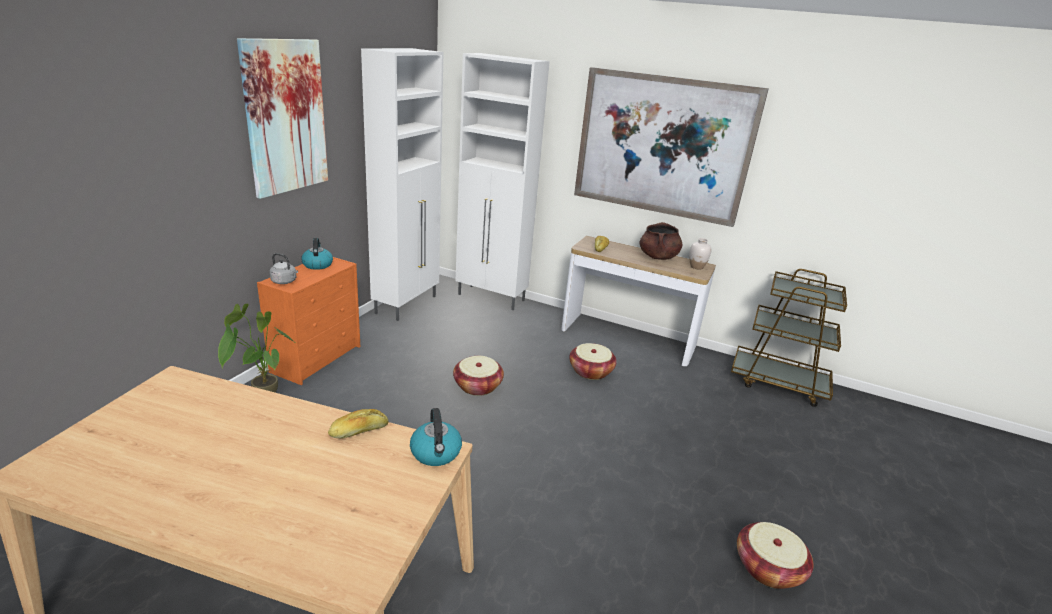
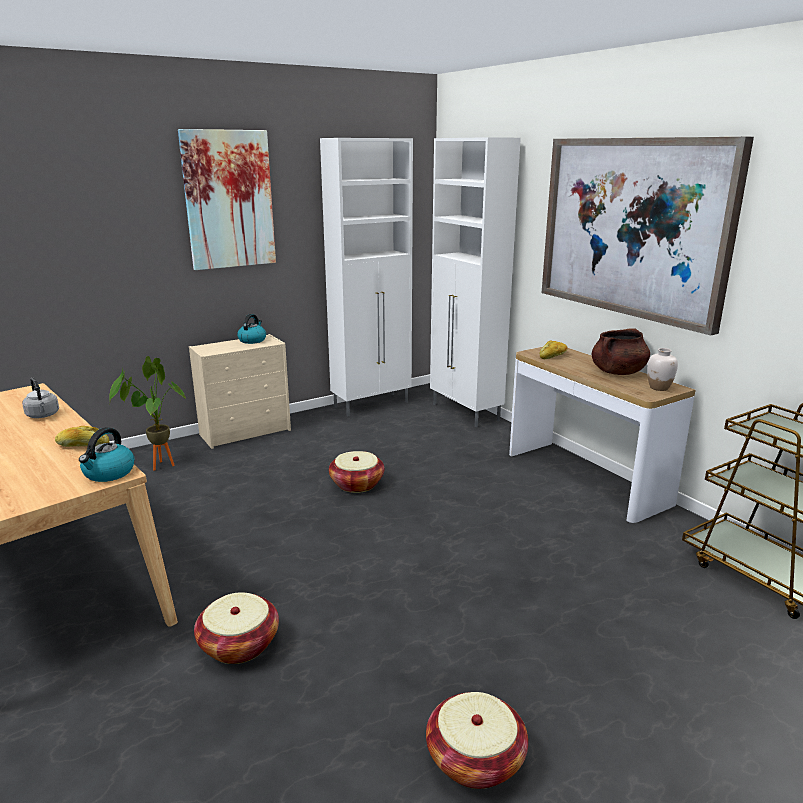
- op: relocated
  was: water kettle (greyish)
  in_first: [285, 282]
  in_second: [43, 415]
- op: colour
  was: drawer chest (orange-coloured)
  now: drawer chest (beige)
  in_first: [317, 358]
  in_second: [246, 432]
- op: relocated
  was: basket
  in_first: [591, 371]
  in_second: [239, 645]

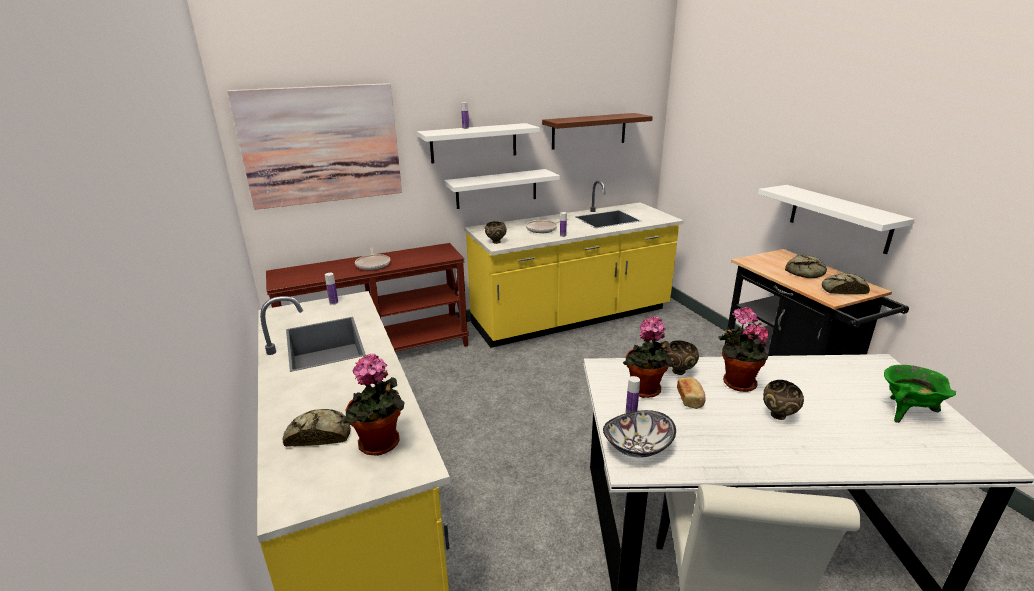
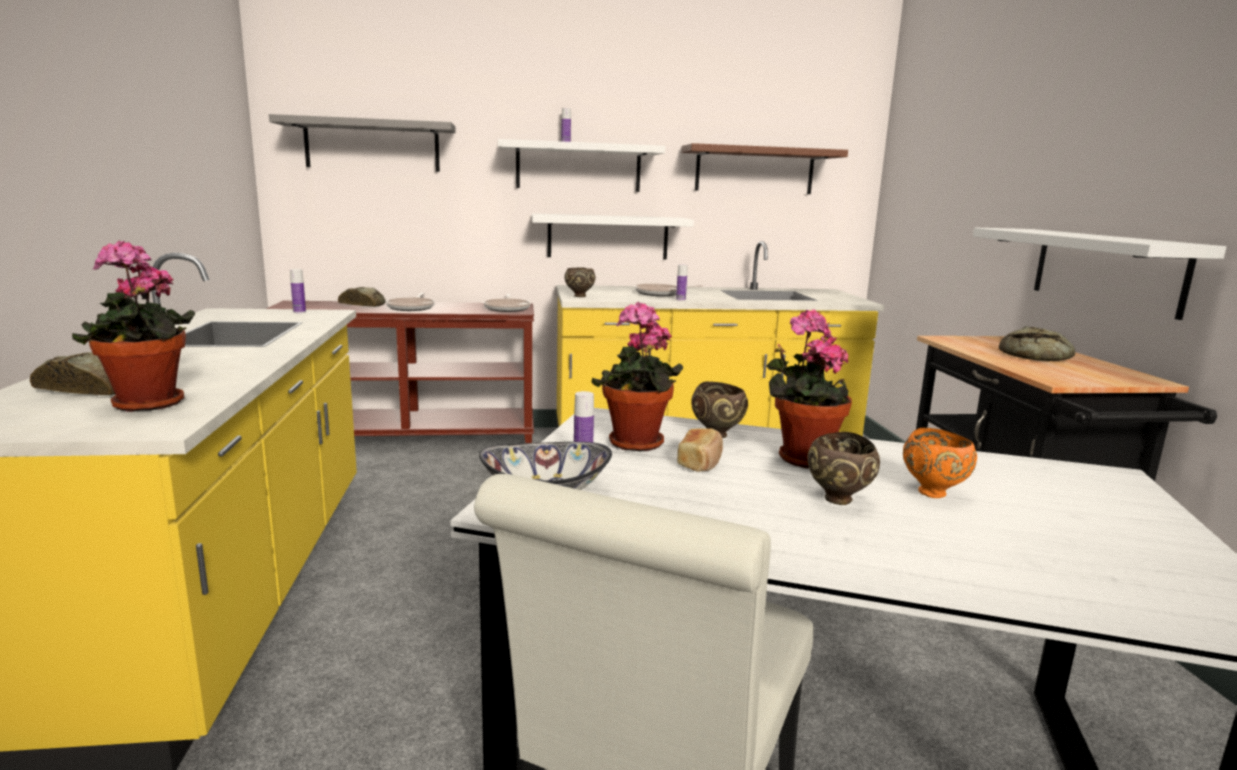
- op: exchanged
  was: picture
  now: wall shelf (greyish)
  in_first: [322, 145]
  in_second: [372, 146]
- op: relocated
  was: bread
  in_first: [842, 290]
  in_second: [363, 304]
- op: appeared
  now: frying pan
  in_second: [507, 308]
- op: appeared
  now: bowl (orange-coloured)
  in_second: [934, 493]
- op: missing
  was: saucepot (greenish)
  in_first: [906, 412]

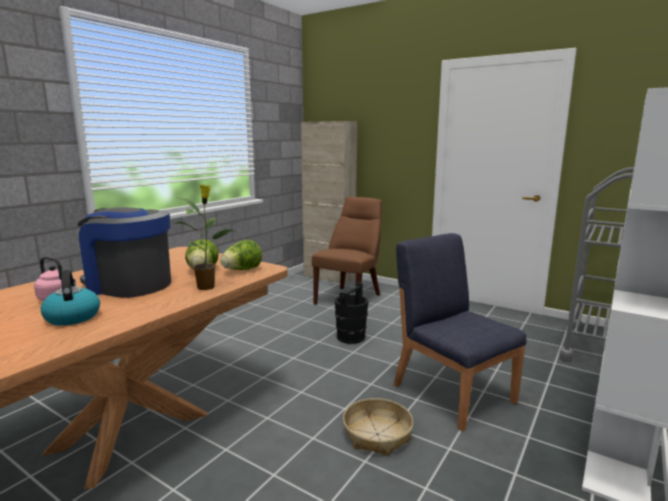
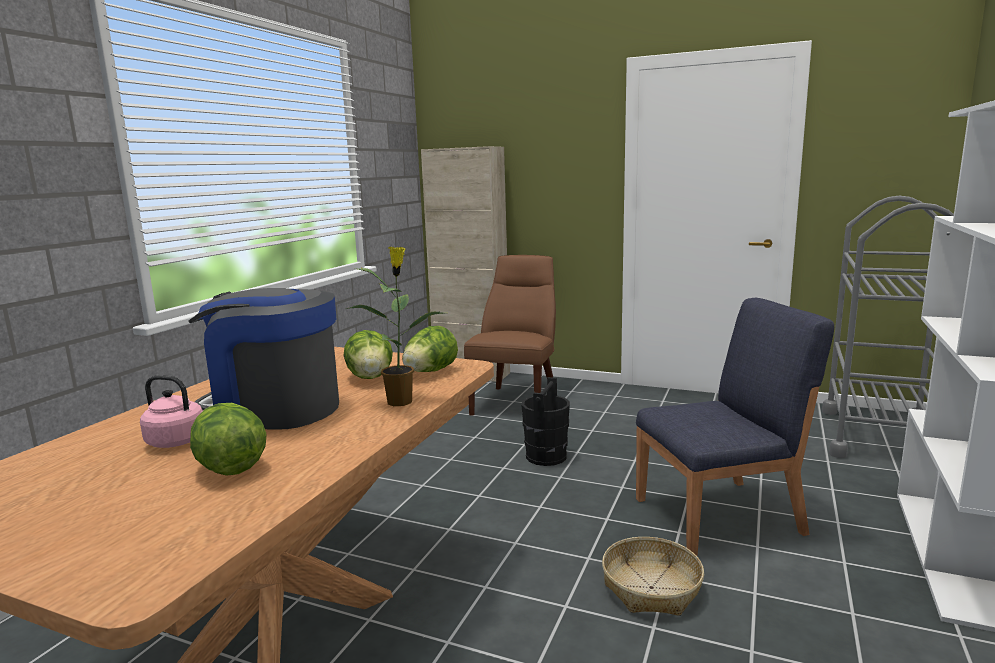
- op: exchanged
  was: water kettle
  now: lettuce head
  in_first: [72, 317]
  in_second: [230, 467]
- op: spun
  was: upright chair (blue-coloured)
  in_first: [452, 392]
  in_second: [720, 516]
  clockwise: 120

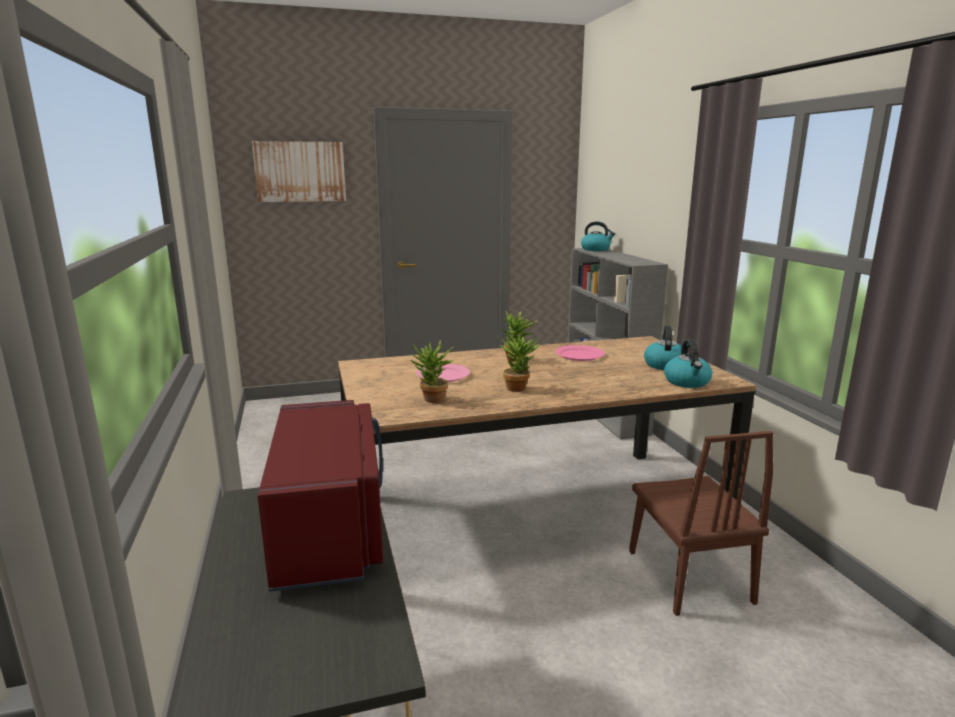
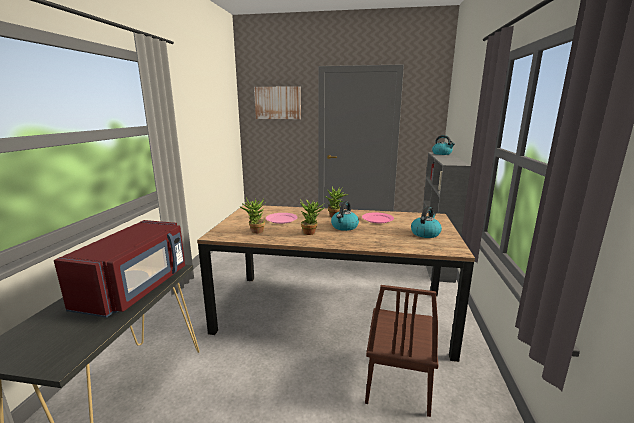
- op: relocated
  was: water kettle
  in_first: [687, 382]
  in_second: [344, 227]

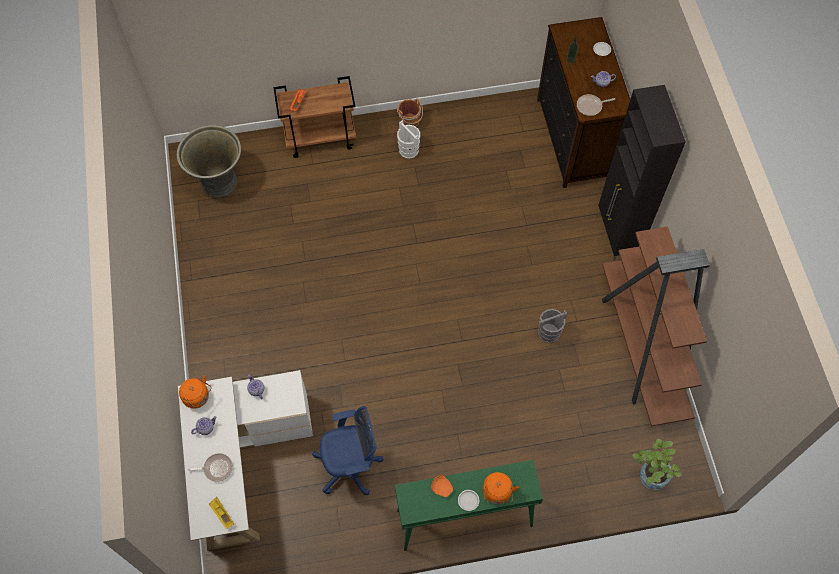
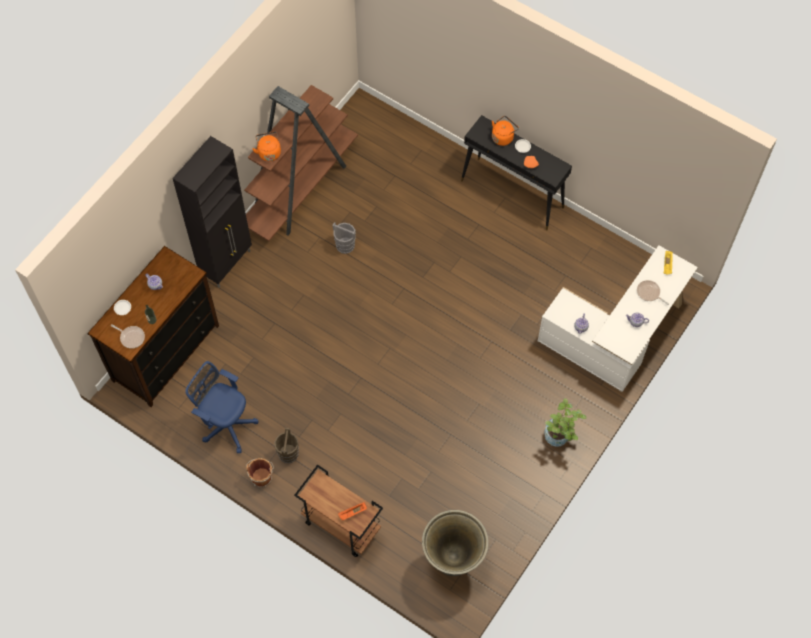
- op: relocated
  was: frying pan
  in_first: [590, 106]
  in_second: [131, 337]
- op: relocated
  was: computer chair (blue-coloured)
  in_first: [351, 467]
  in_second: [226, 423]
- op: relocated
  was: water kettle (orange-coloured)
  in_first: [198, 398]
  in_second: [269, 152]
- op: colour
  was: bucket (whitish)
  now: bucket (brown)
  in_first: [408, 150]
  in_second: [288, 453]
- op: colour
  was: console table (greenish)
  now: console table (black-coloured)
  in_first: [463, 518]
  in_second: [512, 194]
- op: relocated
  was: plant in a pot
  in_first: [649, 476]
  in_second: [559, 438]

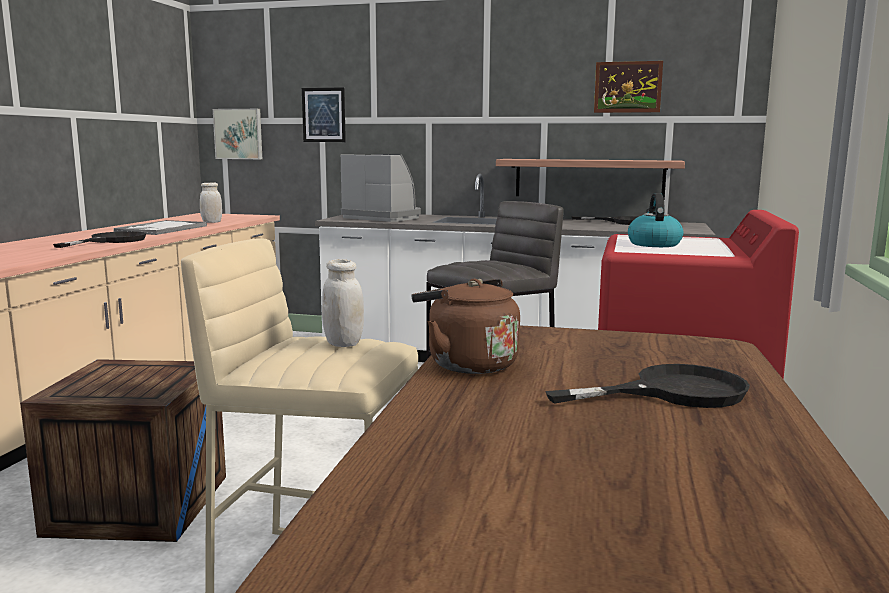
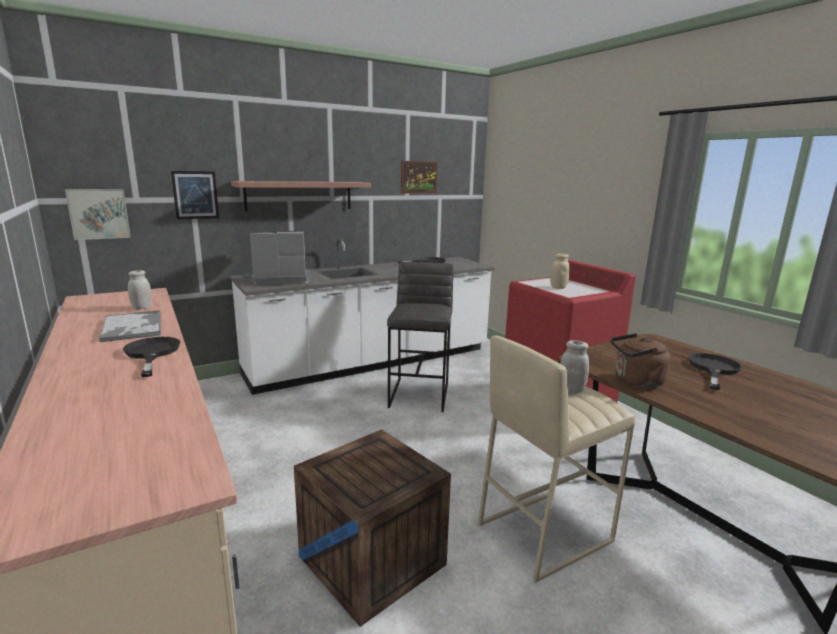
- op: relocated
  was: wall shelf
  in_first: [589, 178]
  in_second: [299, 195]
- op: exchanged
  was: water kettle
  now: storage jar (beige)
  in_first: [653, 244]
  in_second: [558, 287]

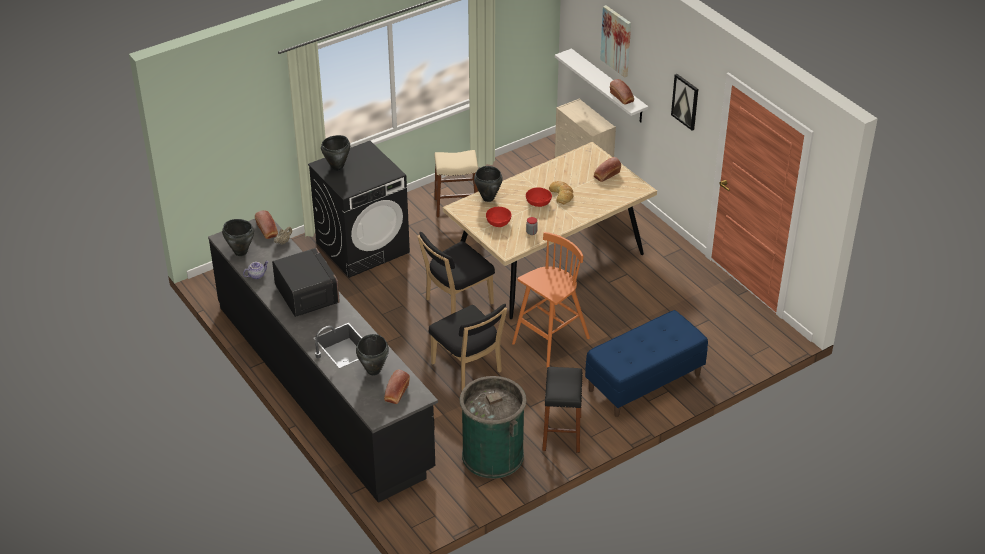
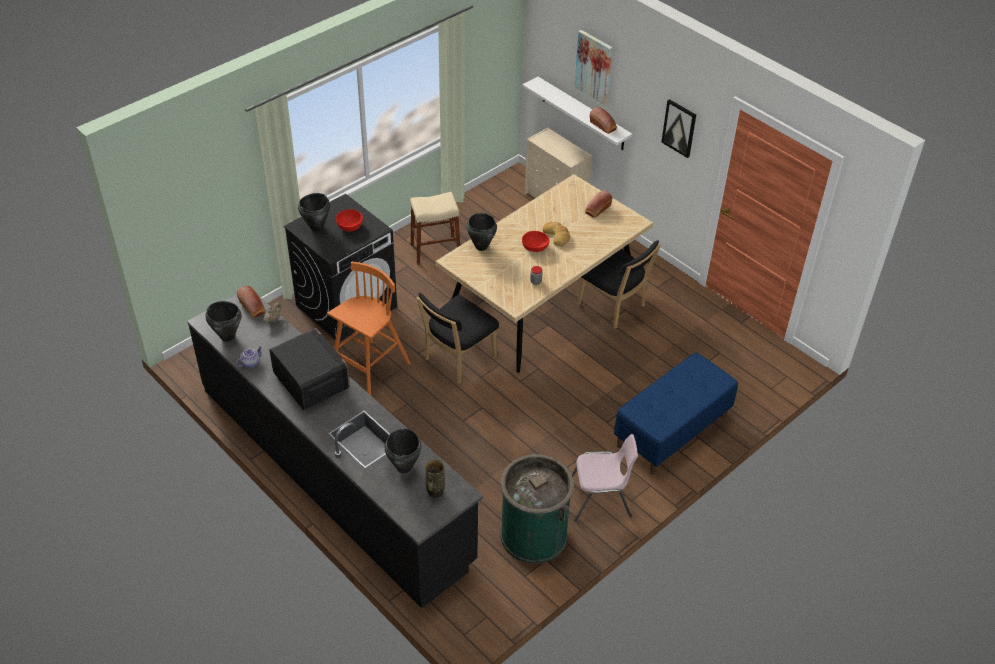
- op: relocated
  was: stool (orange-coloured)
  in_first: [549, 342]
  in_second: [369, 371]
- op: relocated
  was: bowl (red)
  in_first: [498, 222]
  in_second: [350, 226]
- op: exchanged
  was: bread
  now: vase
  in_first: [396, 393]
  in_second: [435, 492]
- op: exchanged
  was: stool (black-coloured)
  now: upright chair (pink)
  in_first: [562, 433]
  in_second: [600, 500]
- op: relocated
  was: upright chair (black-coloured)
  in_first: [468, 369]
  in_second: [613, 307]

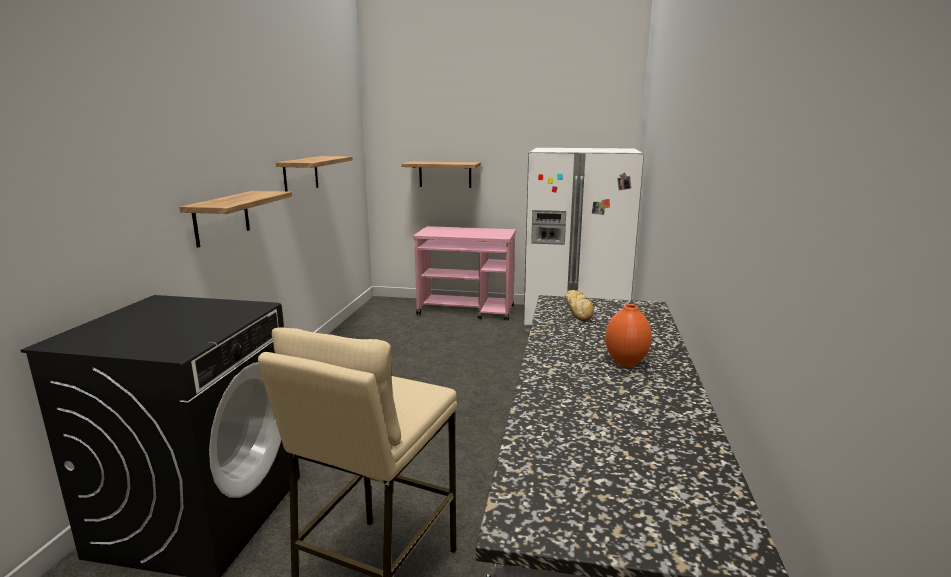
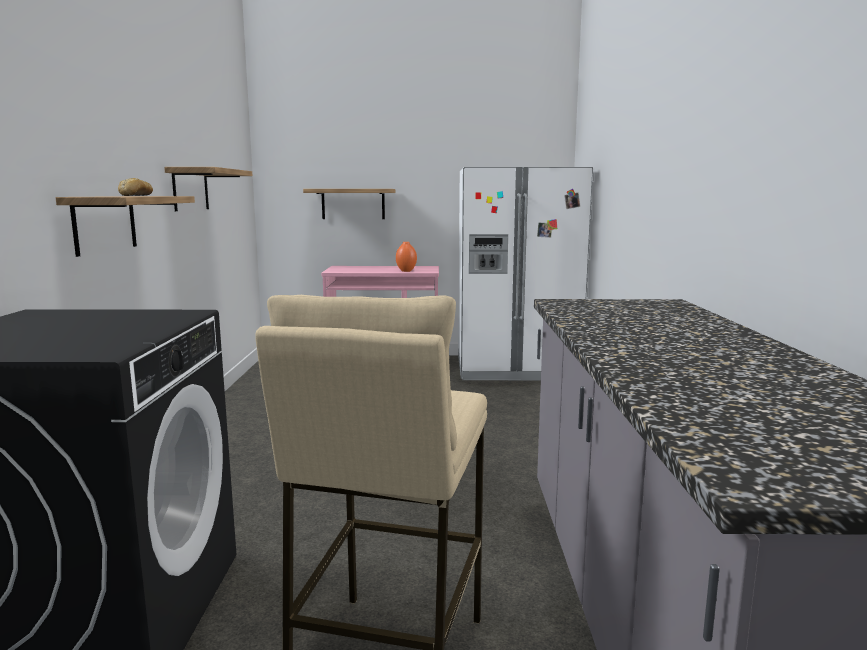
- op: relocated
  was: bread
  in_first: [578, 310]
  in_second: [136, 195]
- op: relocated
  was: vase (orange-coloured)
  in_first: [625, 363]
  in_second: [406, 271]

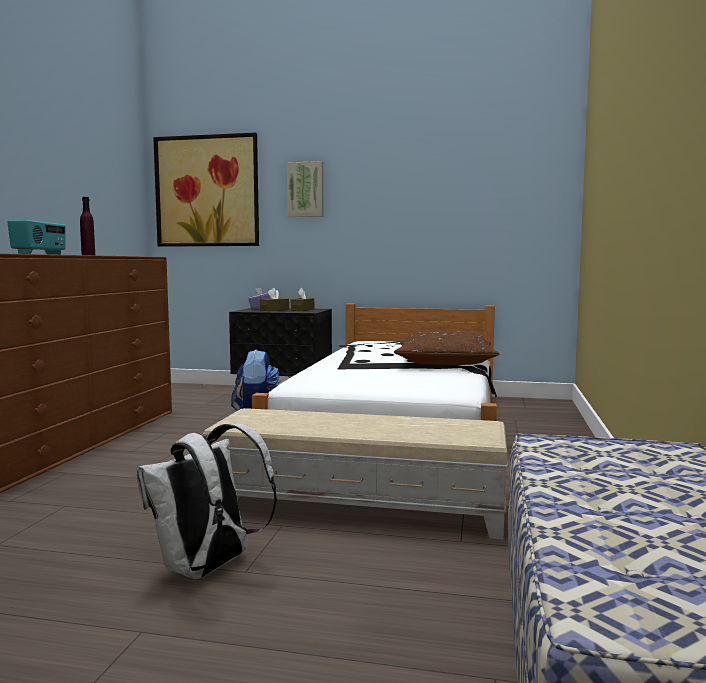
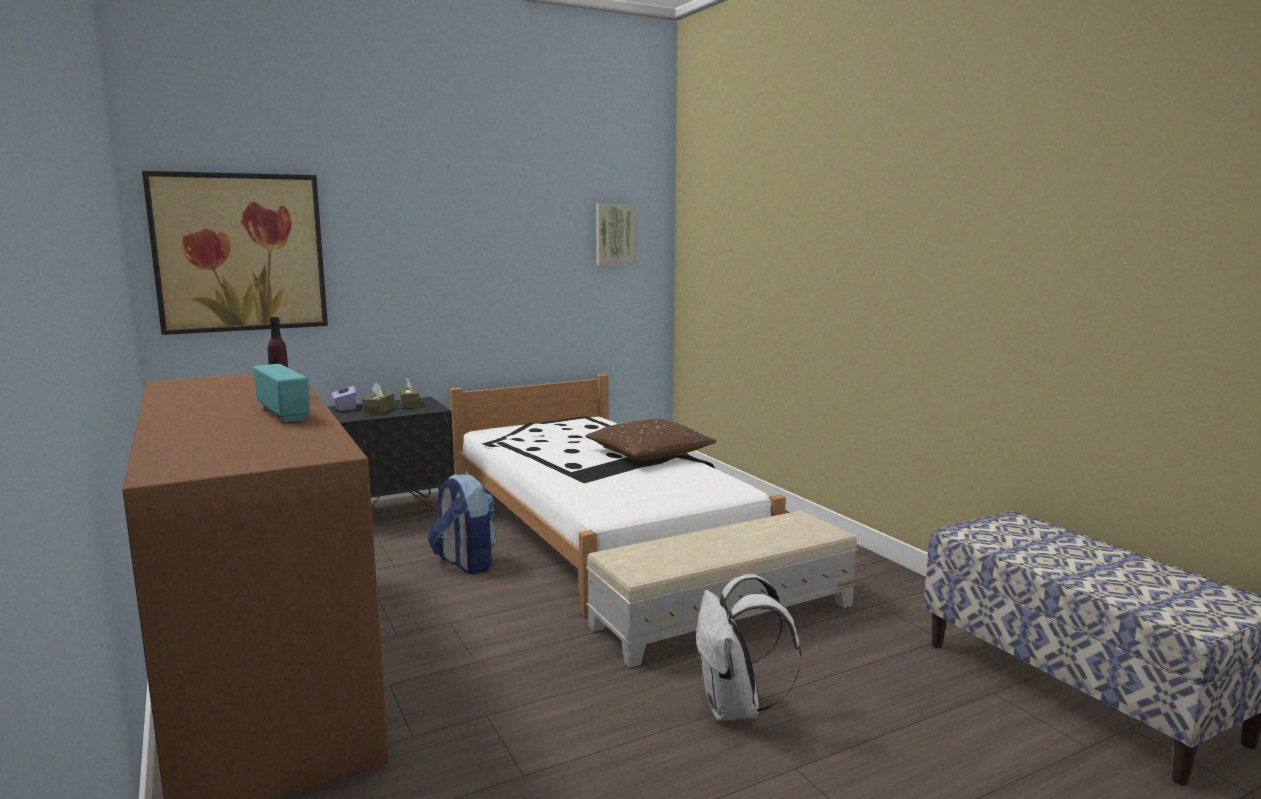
- op: relocated
  was: picture
  in_first: [305, 189]
  in_second: [614, 234]

